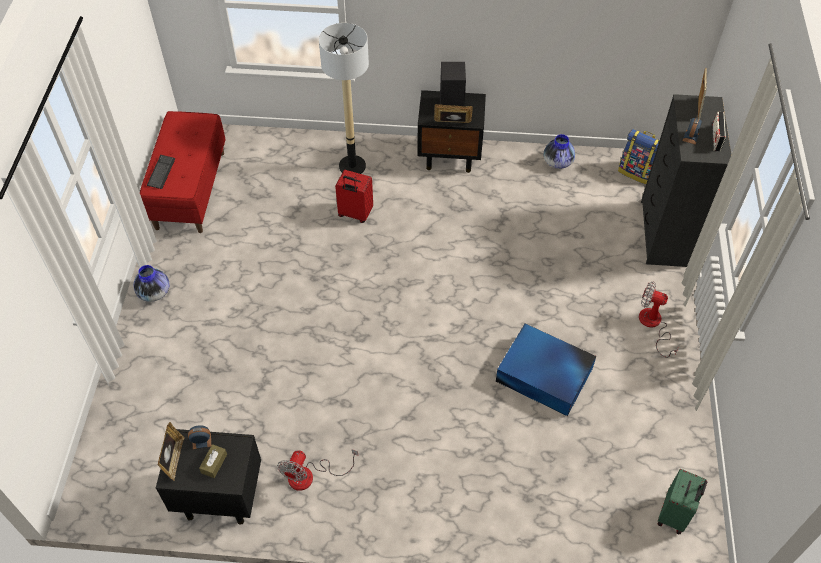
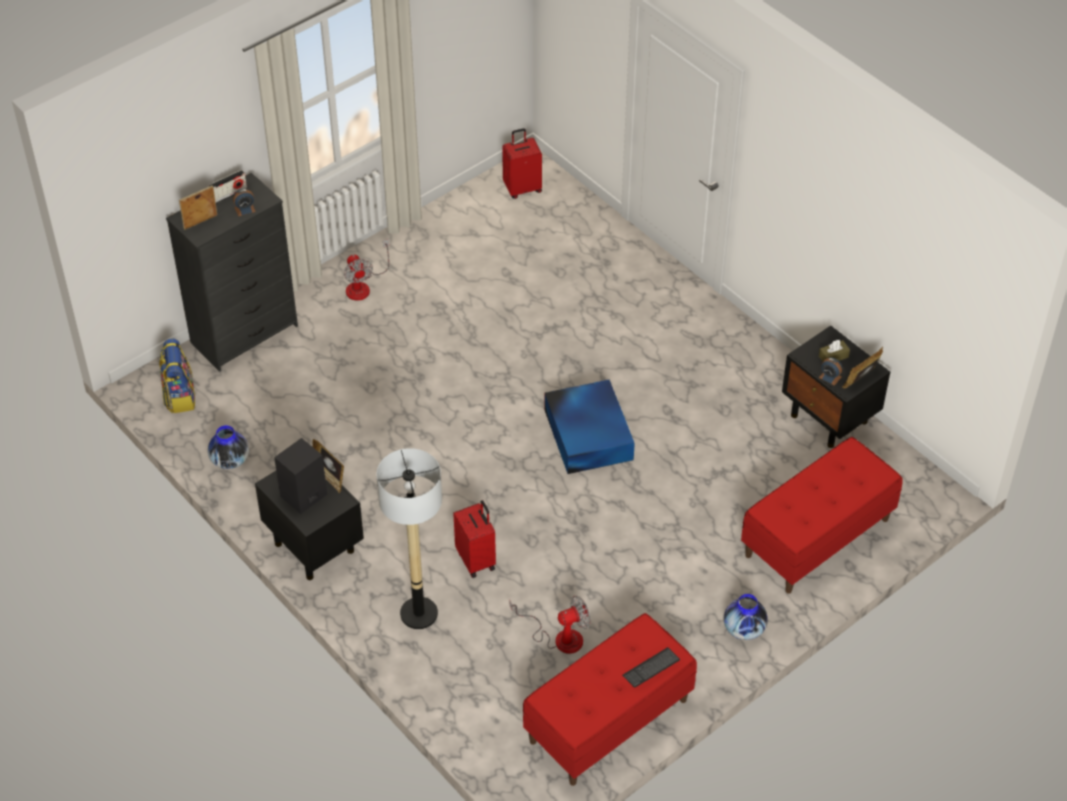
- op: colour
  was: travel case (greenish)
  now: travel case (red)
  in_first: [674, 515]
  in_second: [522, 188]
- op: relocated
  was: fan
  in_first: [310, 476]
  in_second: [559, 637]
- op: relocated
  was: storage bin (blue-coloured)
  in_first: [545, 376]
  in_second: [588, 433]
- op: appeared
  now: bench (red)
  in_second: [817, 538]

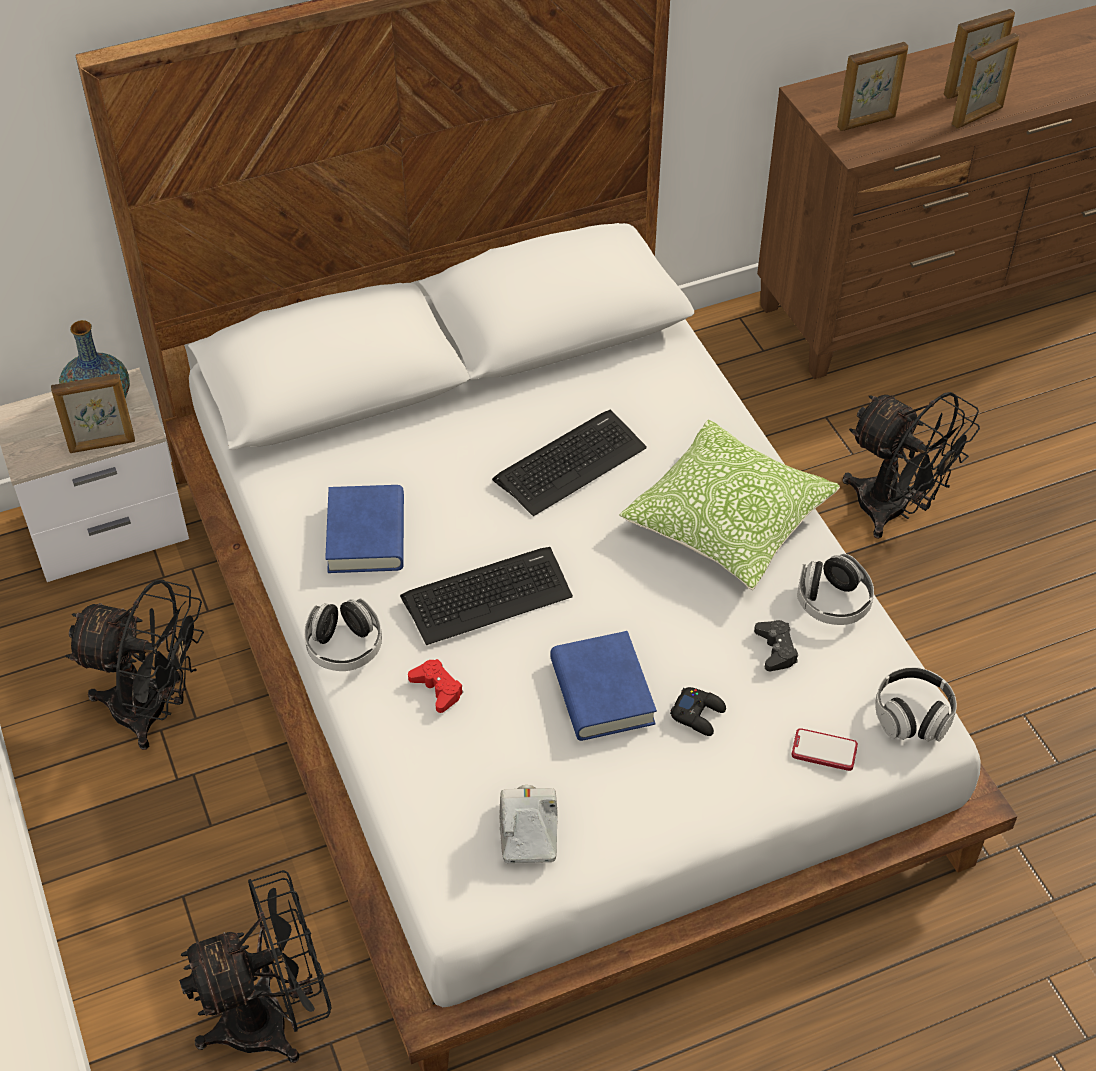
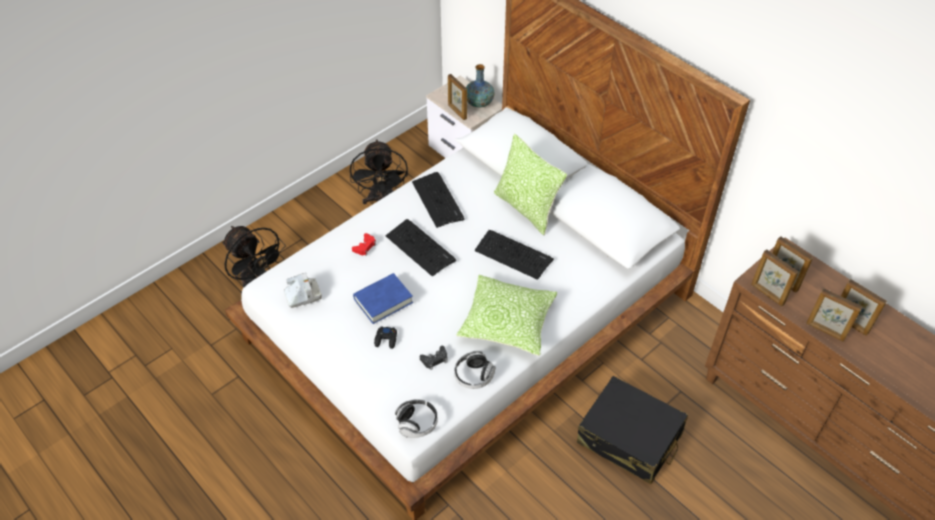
- op: exchanged
  was: bound book (blue-coloured)
  now: keyboard
  in_first: [366, 535]
  in_second: [438, 200]
- op: appeared
  now: cushion
  in_second: [526, 208]
- op: exchanged
  was: fan (black-coloured)
  now: travel case (black-coloured)
  in_first: [894, 511]
  in_second: [629, 438]
- op: appeared
  now: standing frame
  in_second: [767, 294]
- op: missing
  was: headset
  in_first: [345, 647]
- op: missing
  was: phone
  in_first: [824, 751]

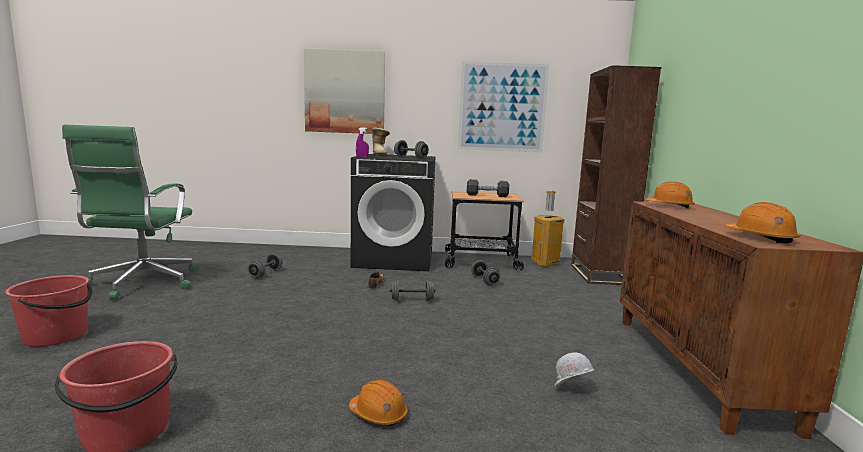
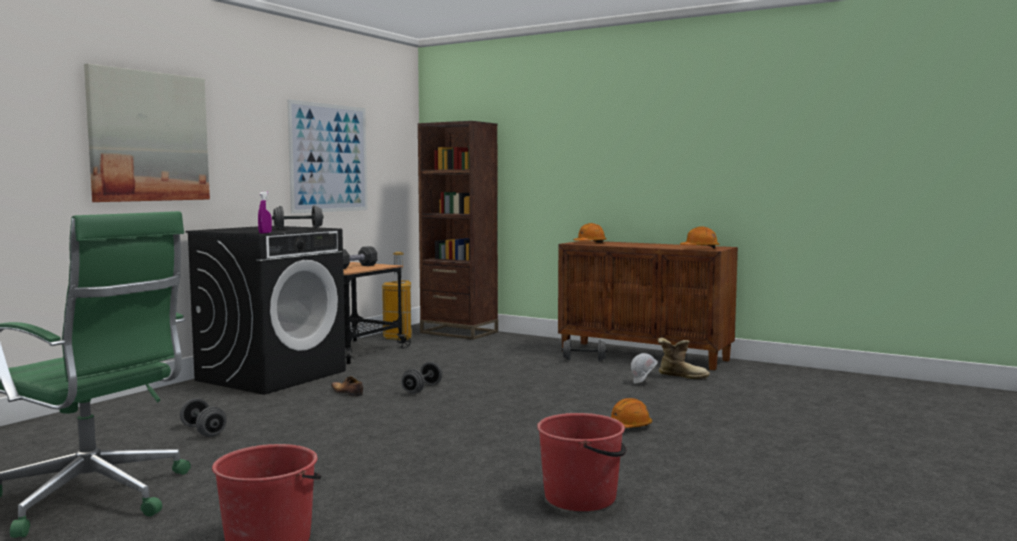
- op: relocated
  was: dumbbell (greyish)
  in_first: [484, 281]
  in_second: [584, 360]
- op: relocated
  was: tall boot
  in_first: [380, 155]
  in_second: [681, 376]

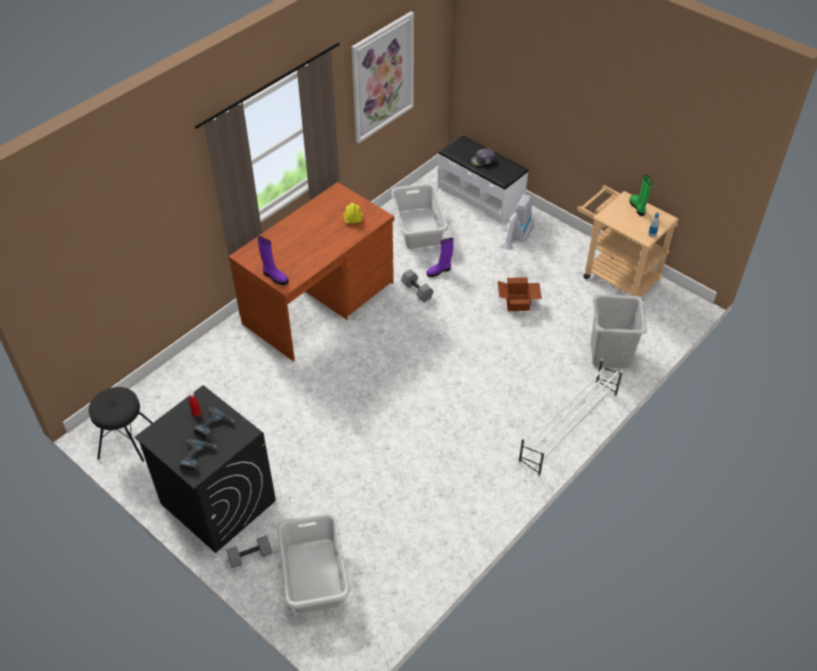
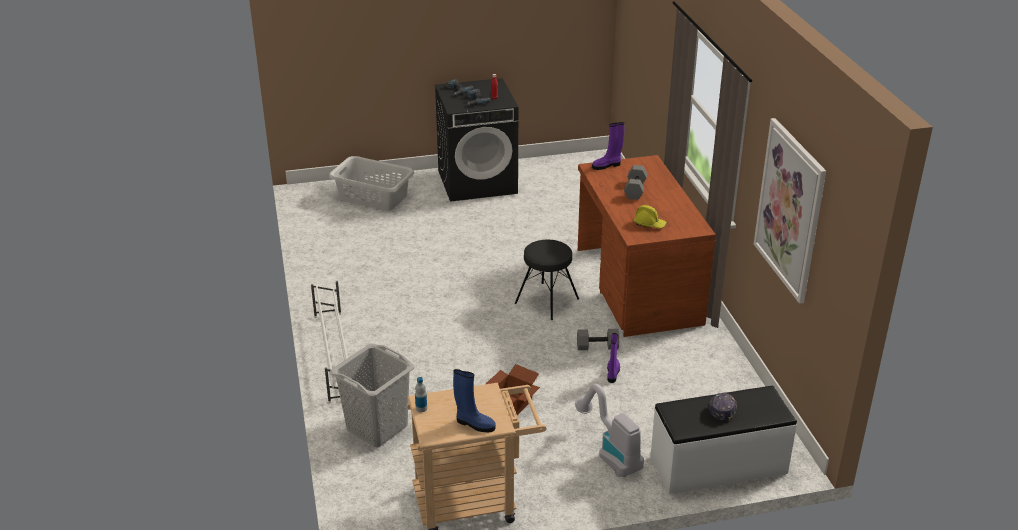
- op: colour
  was: tall boot (greenish)
  now: tall boot (blue-coloured)
  in_first: [637, 207]
  in_second: [474, 424]
- op: relocated
  was: stool (black-coloured)
  in_first: [126, 441]
  in_second: [547, 301]
- op: relocated
  was: dumbbell (greyish)
  in_first: [250, 557]
  in_second: [634, 189]
- op: missing
  was: hamper (greyish)
  in_first: [419, 228]

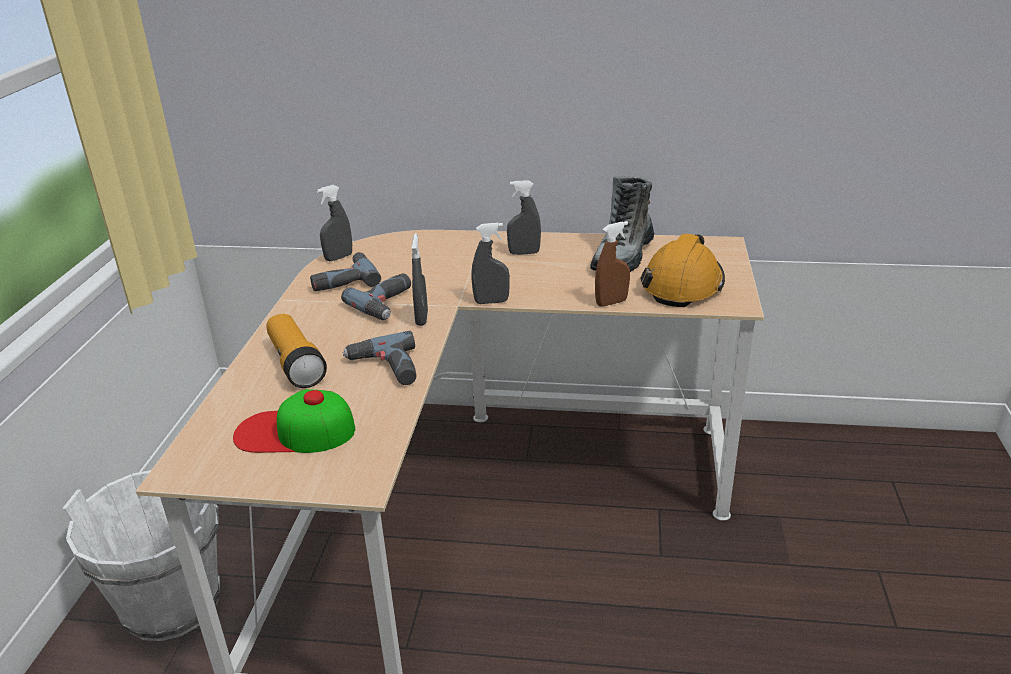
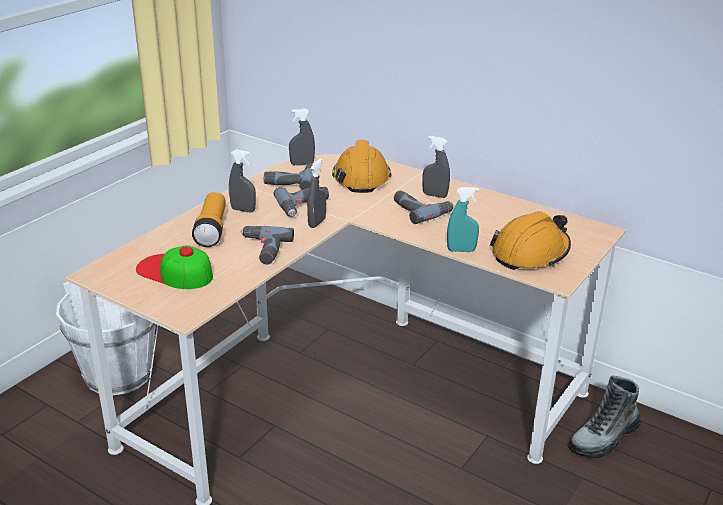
- op: relocated
  was: spray bottle (greyish)
  in_first: [491, 302]
  in_second: [243, 210]
- op: appeared
  now: work helmet (orange-coloured)
  in_second: [361, 177]
- op: appeared
  now: electric drill
  in_second: [421, 210]
- op: colour
  was: spray bottle (brown)
  now: spray bottle (turquoise-coloured)
  in_first: [611, 302]
  in_second: [461, 250]
- op: relocated
  was: tall boot
  in_first: [623, 256]
  in_second: [604, 438]

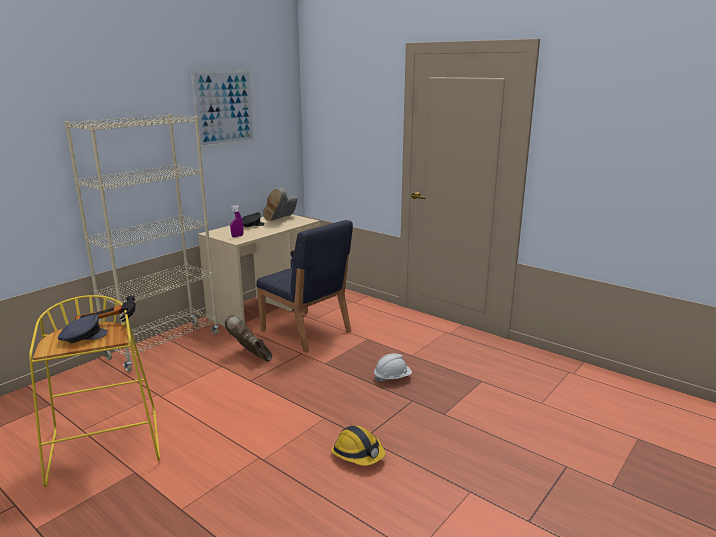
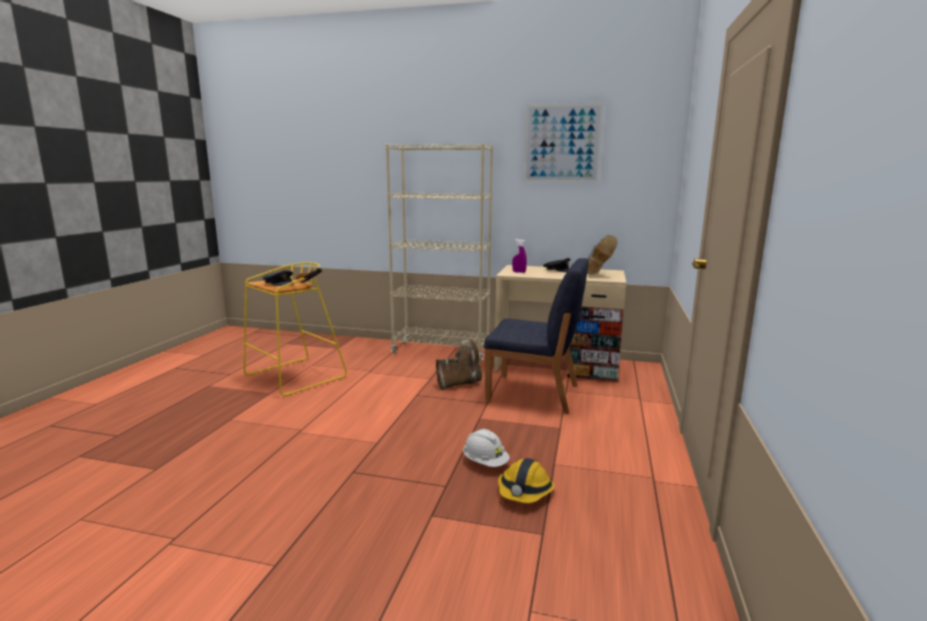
- op: spun
  was: tall boot (brown)
  in_first: [250, 355]
  in_second: [460, 383]
  clockwise: 45
- op: spun
  was: upright chair (blue-coloured)
  in_first: [306, 331]
  in_second: [534, 393]
  clockwise: -90
- op: relocated
  was: work helmet
  in_first: [358, 454]
  in_second: [525, 492]
- op: spun
  was: tall boot (greyish)
  in_first: [281, 220]
  in_second: [595, 274]
  clockwise: -90

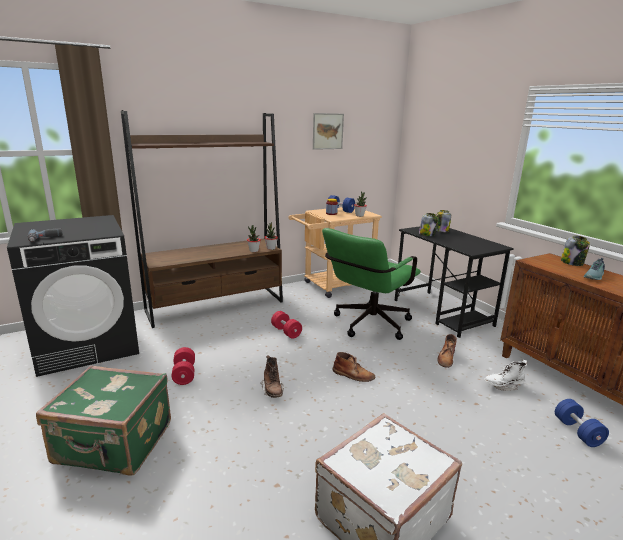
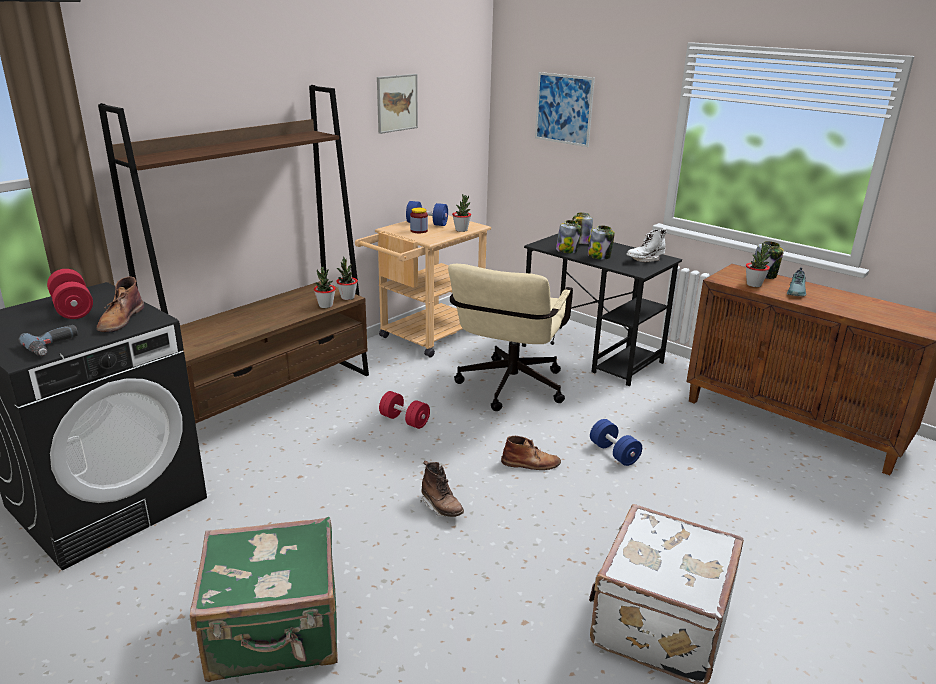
- op: relocated
  was: dumbbell (red)
  in_first: [184, 374]
  in_second: [73, 308]
- op: relocated
  was: tall boot (brown)
  in_first: [446, 358]
  in_second: [120, 319]
- op: colour
  was: computer chair (greenish)
  now: computer chair (beige)
  in_first: [367, 325]
  in_second: [508, 390]
- op: appeared
  now: picture
  in_second: [563, 109]
- op: appeared
  now: storage jar
  in_second: [599, 256]
- op: relocated
  was: dumbbell (blue-coloured)
  in_first: [577, 432]
  in_second: [614, 453]
- op: relocated
  was: tall boot (whitish)
  in_first: [503, 386]
  in_second: [645, 260]
- op: appeared
  now: plant in a pot
  in_second: [754, 284]

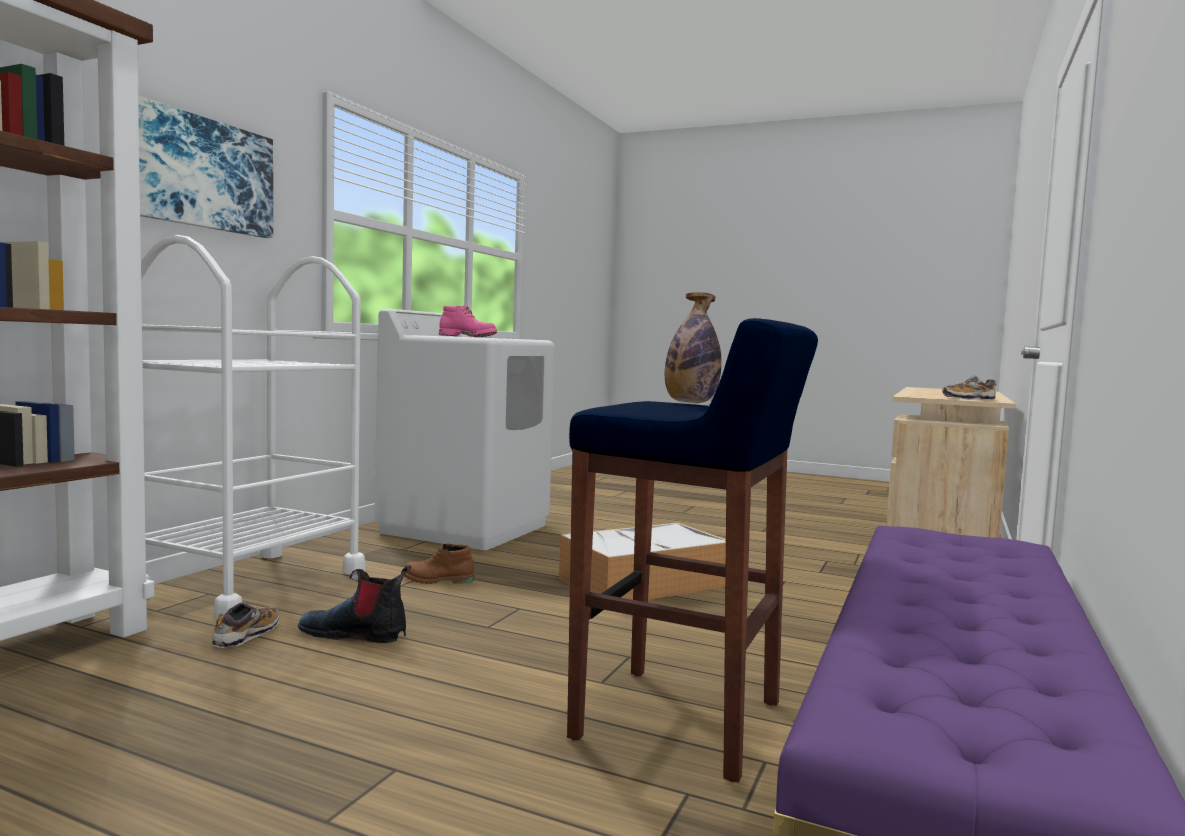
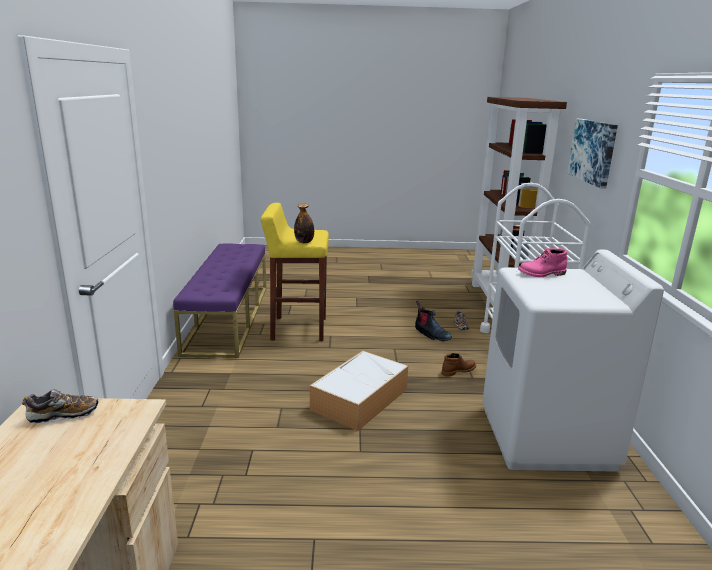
- op: colour
  was: stool (blue-coloured)
  now: stool (yellow)
  in_first: [682, 721]
  in_second: [297, 329]
- op: spun
  was: tall boot
  in_first: [355, 635]
  in_second: [431, 334]
  clockwise: 60

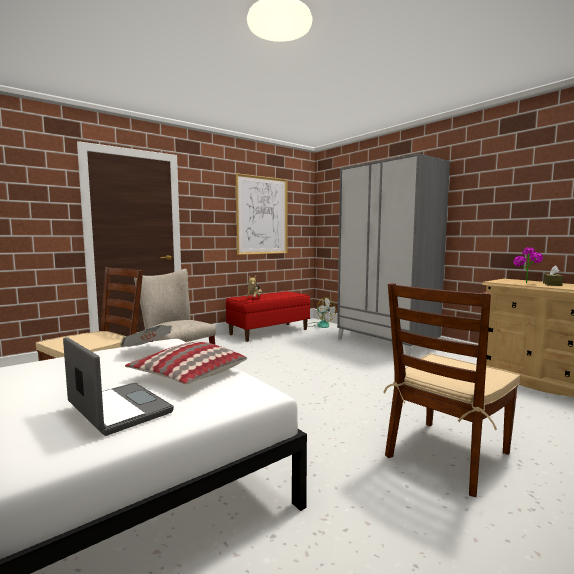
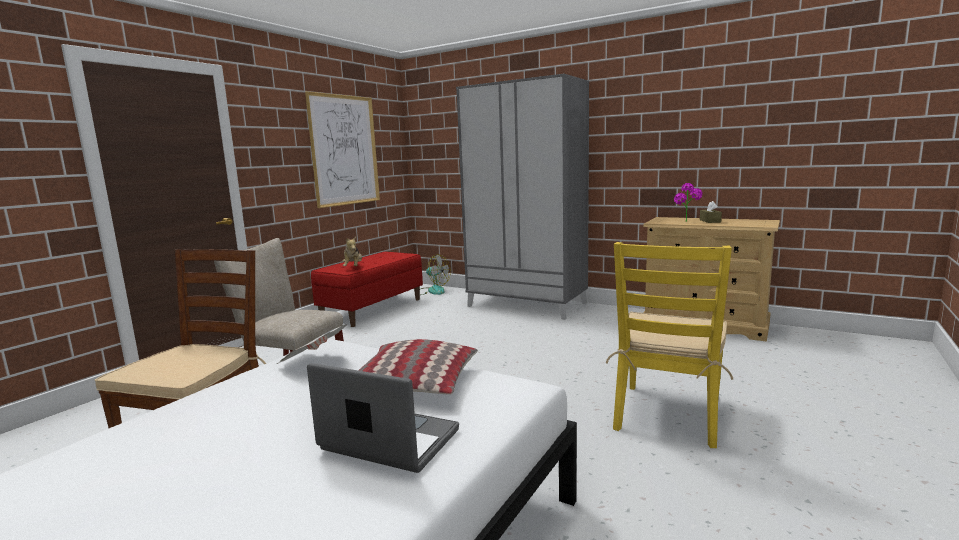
- op: colour
  was: upright chair (brown)
  now: upright chair (yellow)
  in_first: [447, 455]
  in_second: [668, 415]

